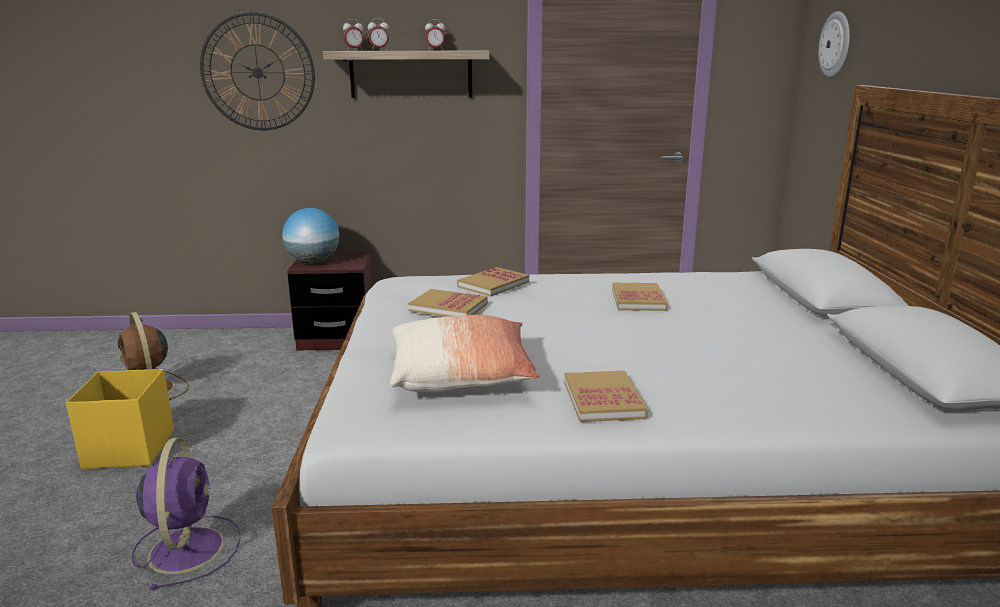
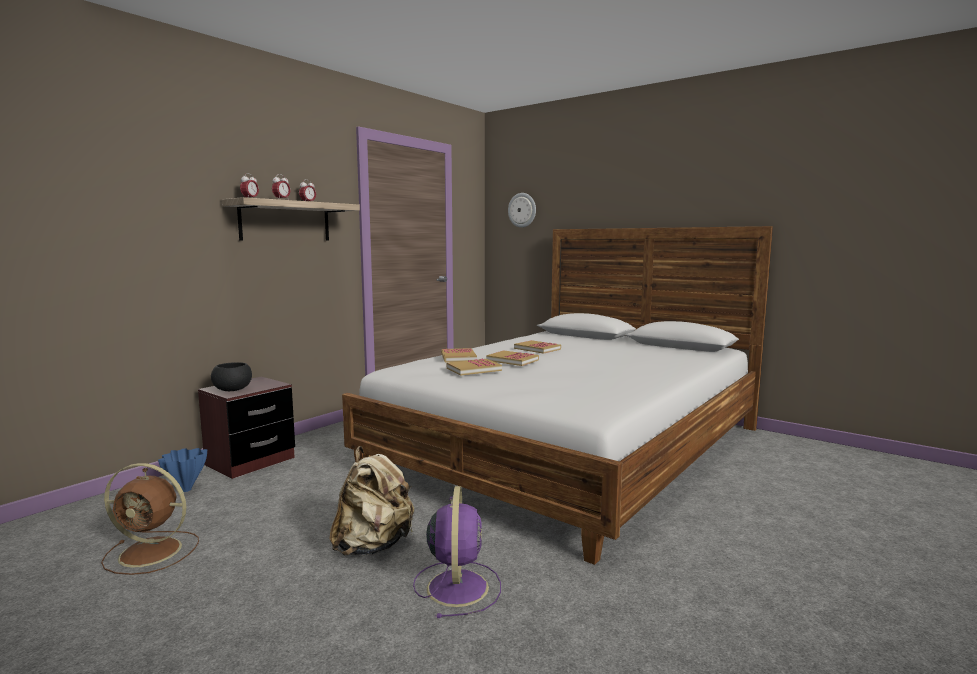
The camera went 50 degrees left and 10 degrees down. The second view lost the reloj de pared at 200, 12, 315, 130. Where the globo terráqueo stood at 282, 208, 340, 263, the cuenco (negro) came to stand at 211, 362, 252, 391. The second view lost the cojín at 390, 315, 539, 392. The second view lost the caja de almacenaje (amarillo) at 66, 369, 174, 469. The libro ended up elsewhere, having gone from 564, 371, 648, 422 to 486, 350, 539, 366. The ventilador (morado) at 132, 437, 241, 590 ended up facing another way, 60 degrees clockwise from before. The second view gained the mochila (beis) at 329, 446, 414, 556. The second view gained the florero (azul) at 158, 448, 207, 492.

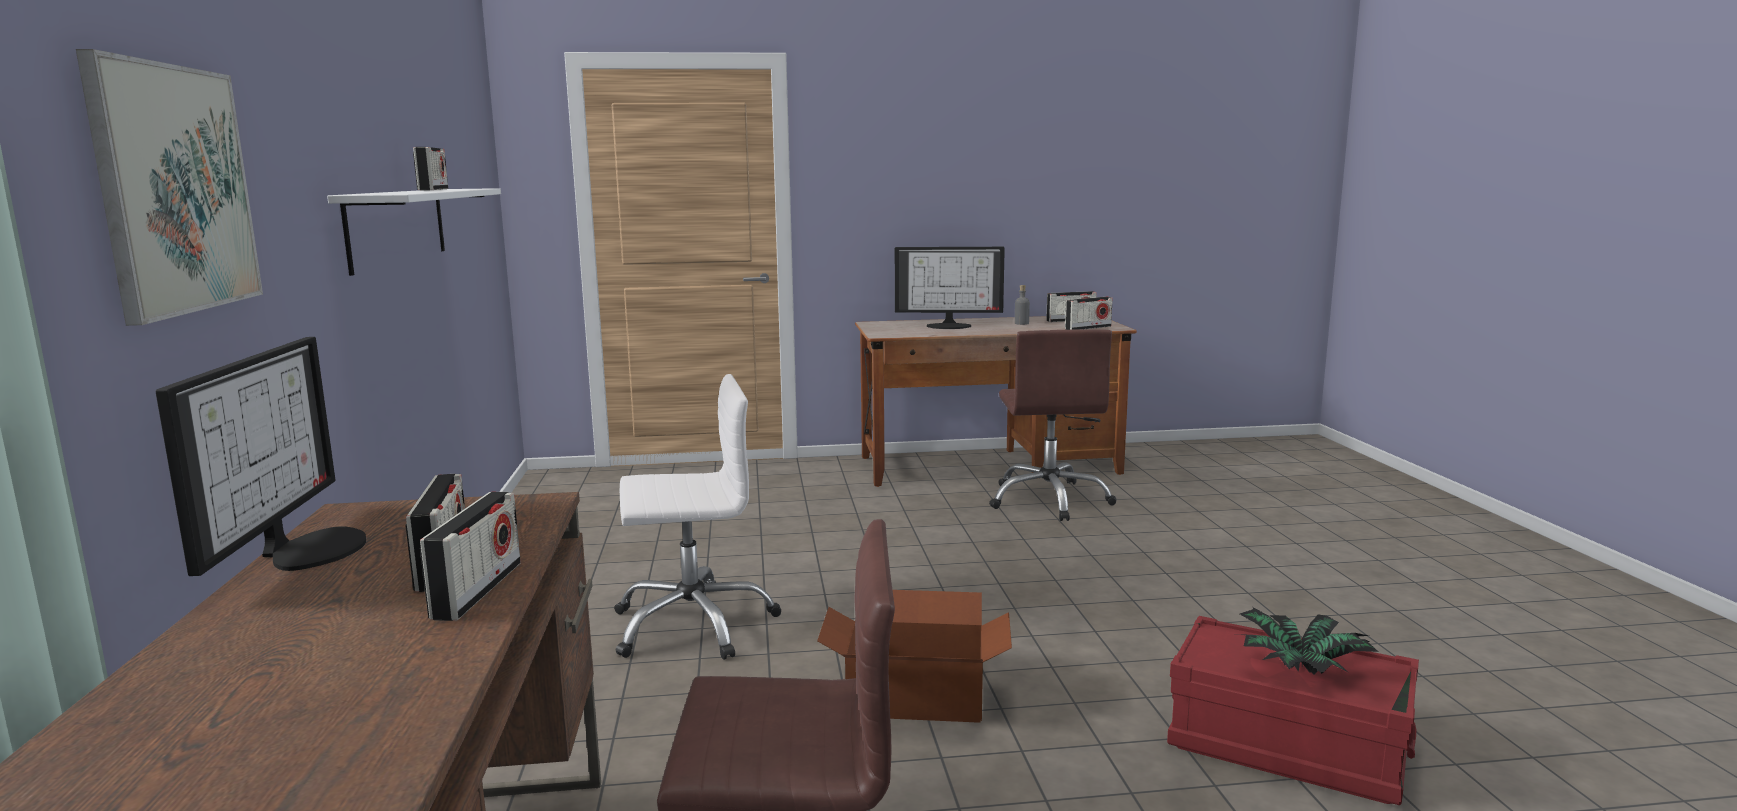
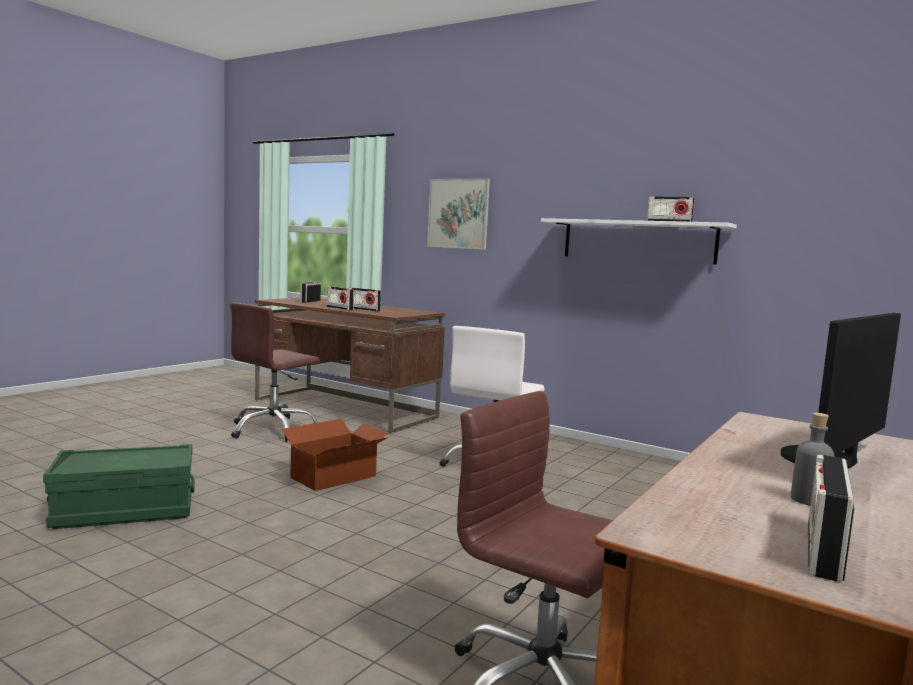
The camera went 130 degrees right and 5 degrees down. The radio ended up elsewhere, having gone from 1065, 297, 1113, 330 to 300, 282, 321, 303. The second view lost the monitor at 156, 337, 366, 576. The second view lost the planta en maceta at 1236, 607, 1378, 674. What was the caja de almacenaje (rojo) at 1167, 616, 1419, 805 turned into the caja de almacenaje (verde) at 43, 444, 195, 529.

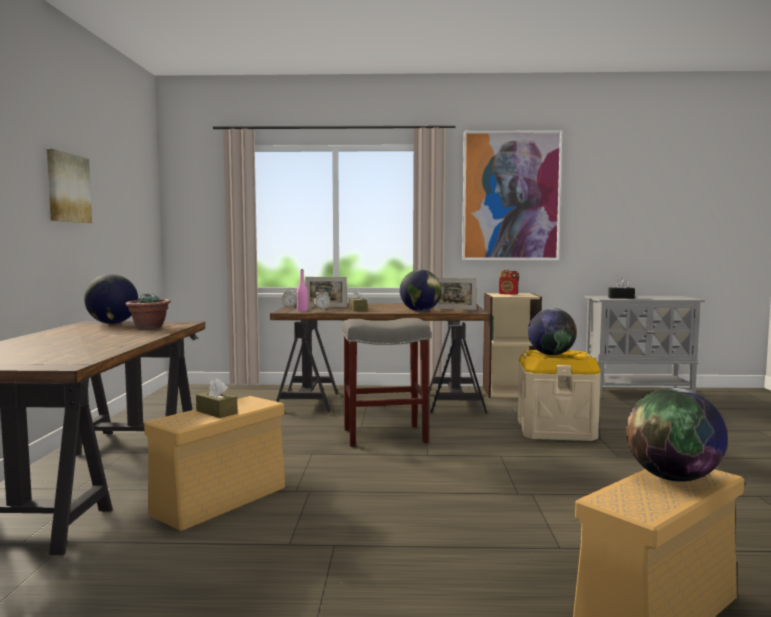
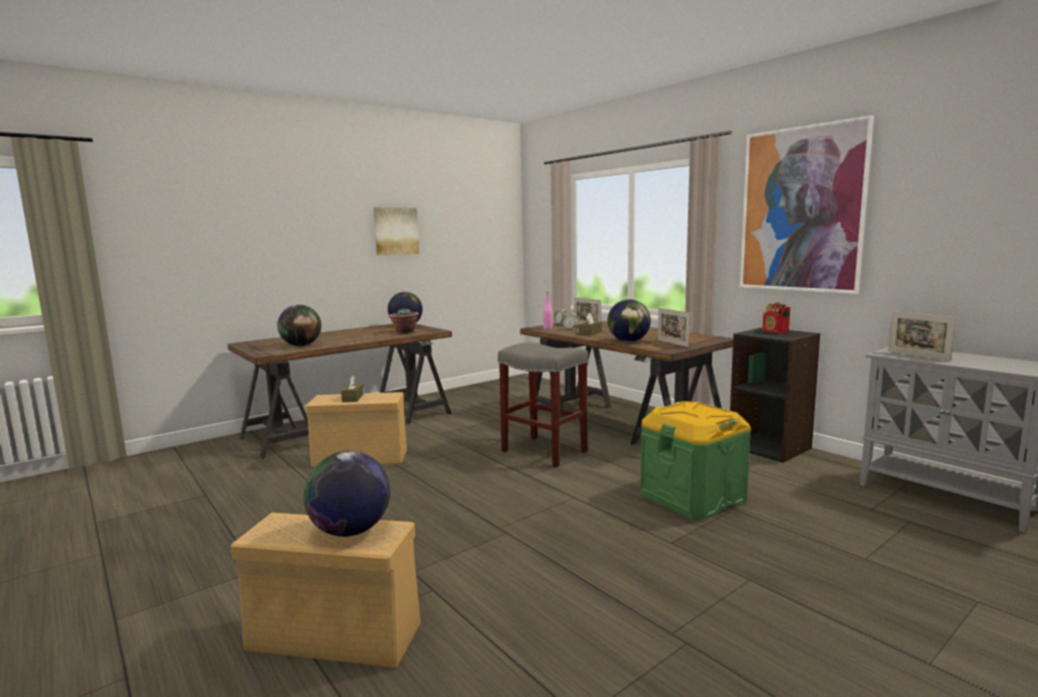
The camera went 50 degrees right and 5 degrees up. Where the caja de pañuelos (negro) stood at 608, 278, 635, 299, the portarretratos came to stand at 889, 311, 956, 361. What was the estantería (beis) at 483, 293, 542, 398 turned into the estantería (negro) at 730, 327, 820, 463. The globo terráqueo ended up elsewhere, having gone from 528, 308, 577, 355 to 277, 305, 321, 346. What was the caja de almacenaje (beis) at 518, 350, 601, 441 turned into the caja de almacenaje (verde) at 640, 401, 751, 520.

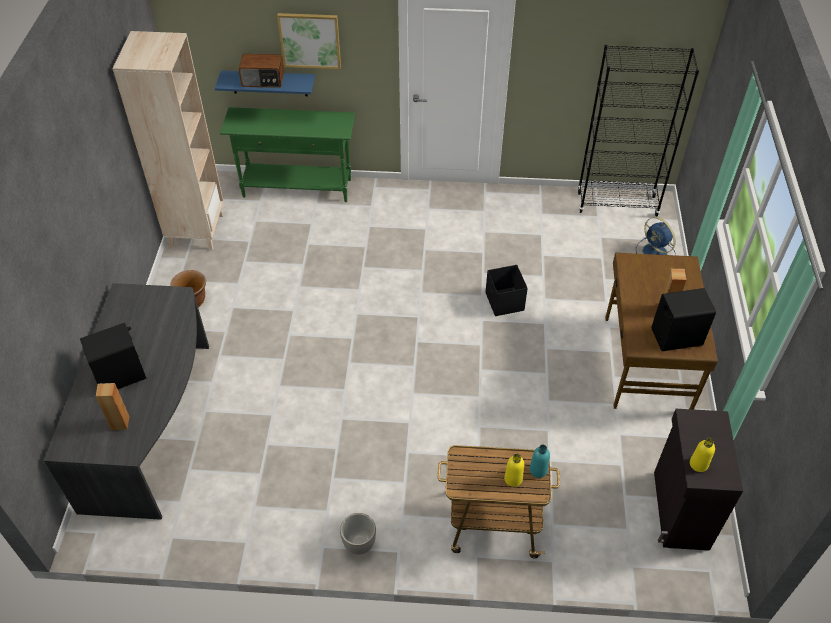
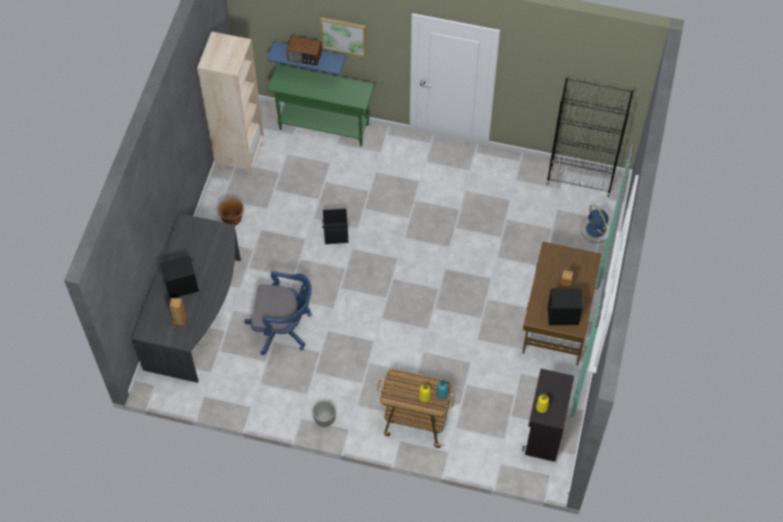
The camera went 10 degrees right and 10 degrees up. The caja de almacenaje (negro) ended up elsewhere, having gone from 486, 265, 528, 316 to 322, 209, 348, 244. The second view gained the silla de oficina (azul) at 244, 271, 312, 355.

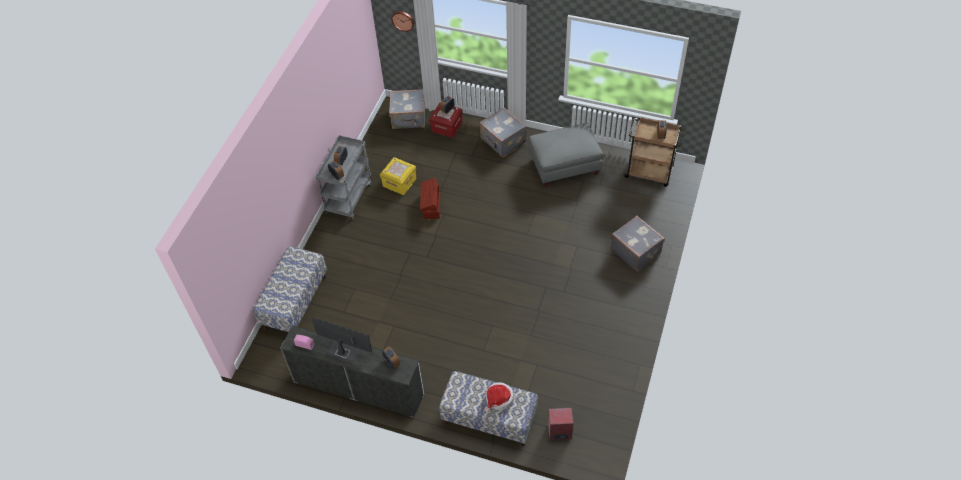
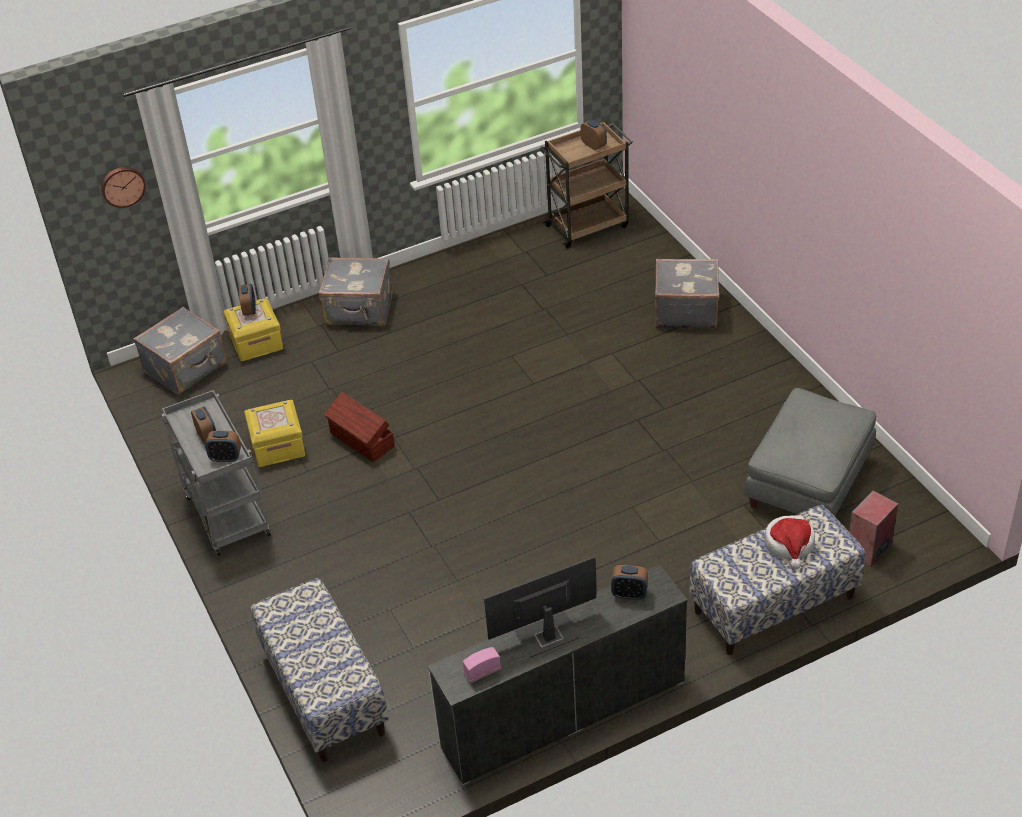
The camera went 45 degrees left and 10 degrees down. What was the caja de almacenaje (rojo) at 429, 103, 463, 138 turned into the caja de almacenaje (amarillo) at 223, 298, 283, 361. The puf (gris) ended up elsewhere, having gone from 529, 123, 603, 187 to 744, 388, 876, 516.

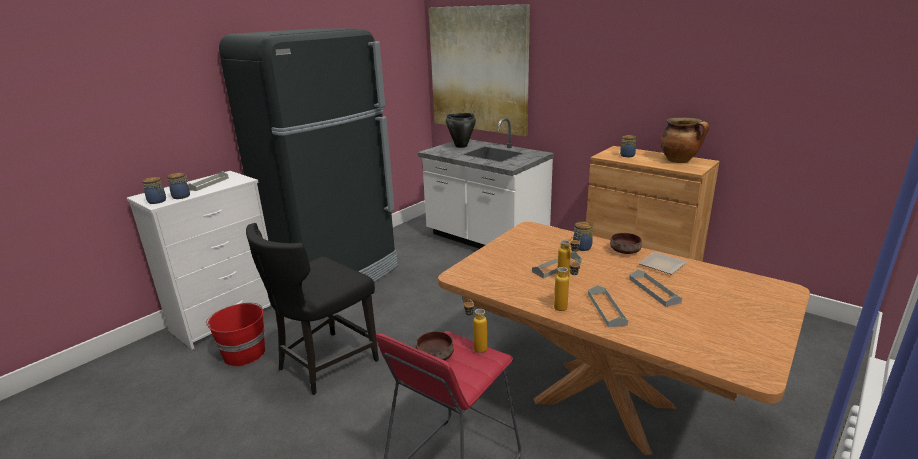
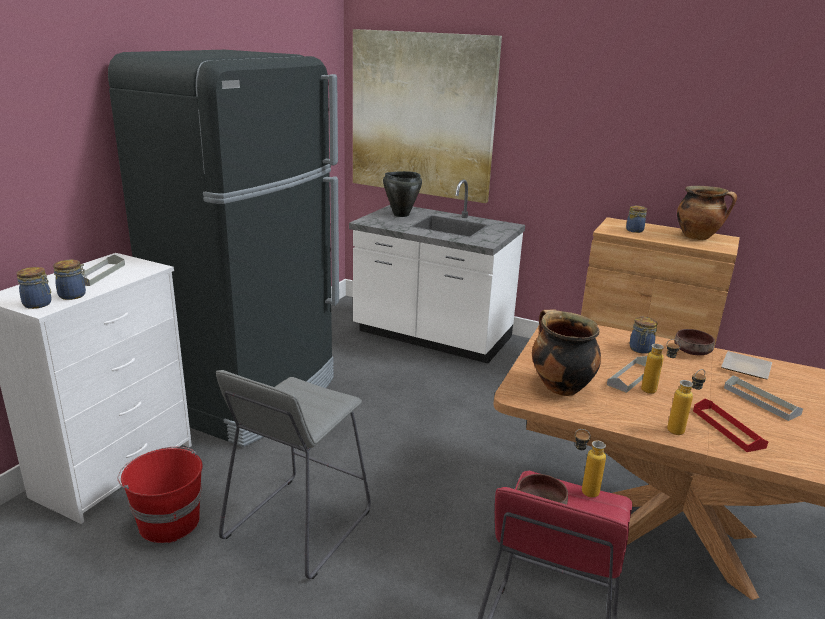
The camera went 15 degrees left and 0 degrees up. Where the silla (negro) stood at 246, 223, 379, 395, the taburete (gris) came to stand at 216, 370, 371, 579. What was the bandeja (gris) at 588, 285, 628, 327 turned into the bandeja (rojo) at 693, 399, 769, 452. The second view gained the olla at 532, 309, 601, 396.

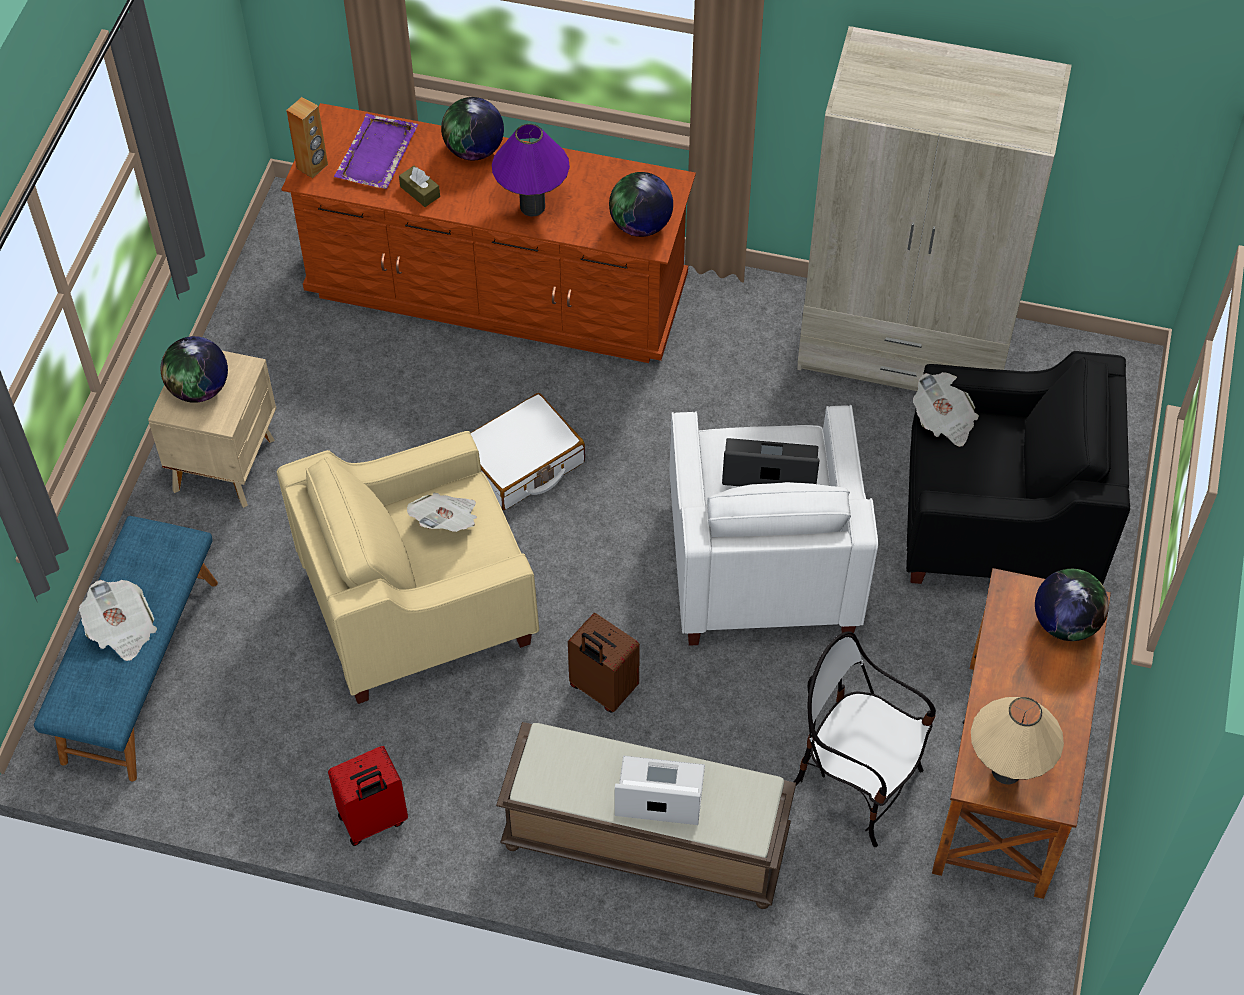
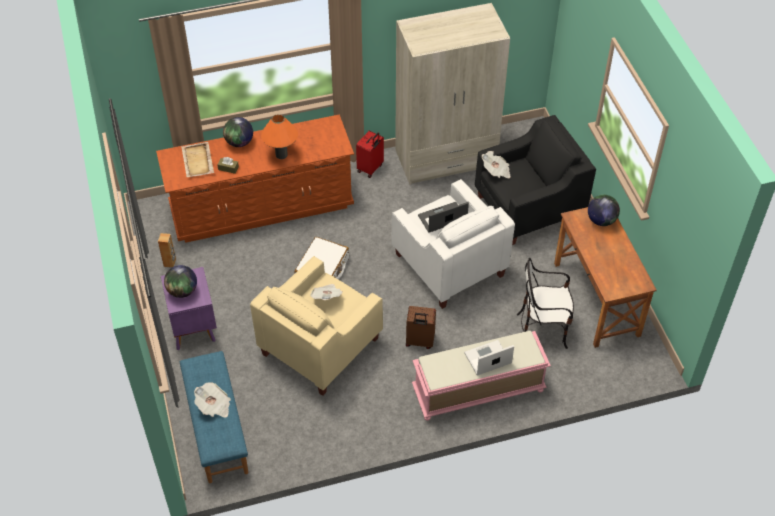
The camera went 30 degrees left and 5 degrees down. The altavoz (marrón) ended up elsewhere, having gone from 286, 97, 328, 178 to 158, 233, 176, 268. What was the bandeja (morado) at 334, 113, 418, 189 turned into the bandeja (beis) at 181, 142, 214, 177. What was the lámpara de mesa (morado) at 492, 124, 570, 216 turned into the lámpara de mesa (naranja) at 261, 114, 298, 159. The second view lost the globo terráqueo at 609, 172, 673, 237. What was the mesita de noche (beis) at 148, 351, 276, 508 turned into the mesita de noche (morado) at 161, 267, 217, 350. The second view lost the lámpara de mesa (beis) at 971, 697, 1064, 784. What was the banco (marrón) at 496, 722, 796, 909 turned into the banco (rosa) at 412, 331, 551, 421. The maleta (rojo) ended up elsewhere, having gone from 328, 746, 408, 846 to 356, 131, 384, 178.

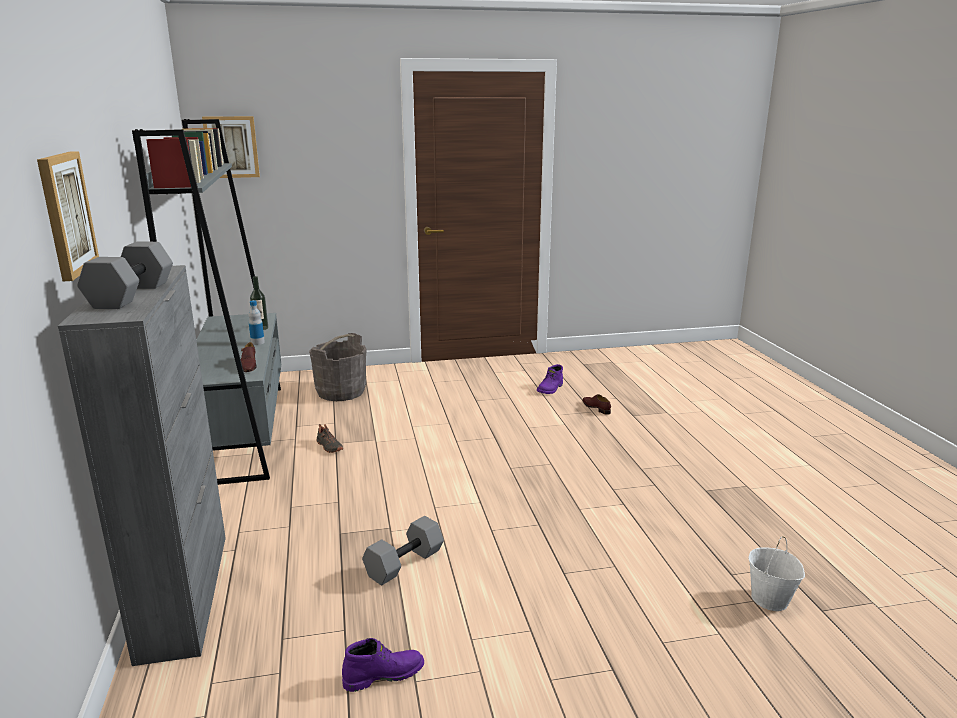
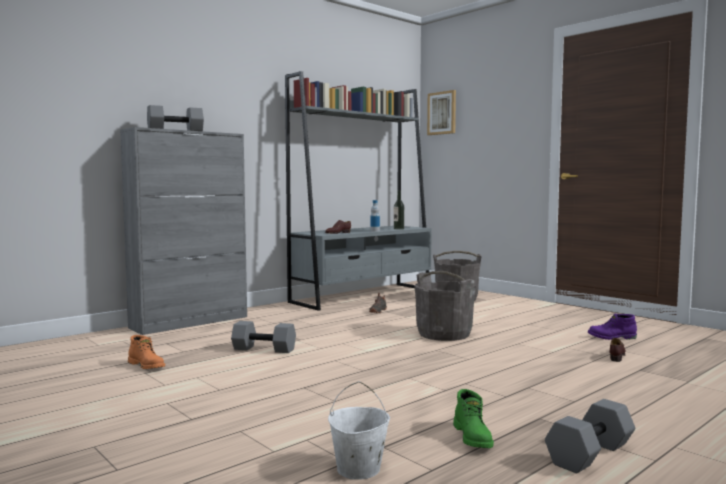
The camera went 60 degrees right and 15 degrees down. The second view lost the cuadro at 37, 151, 99, 281. What was the bota (morado) at 342, 638, 424, 692 turned into the bota (naranja) at 128, 335, 165, 369. The second view gained the cubo (gris) at 414, 271, 476, 341. The second view gained the bota (verde) at 453, 389, 494, 448. The second view gained the mancuerna (gris) at 545, 399, 635, 473.

